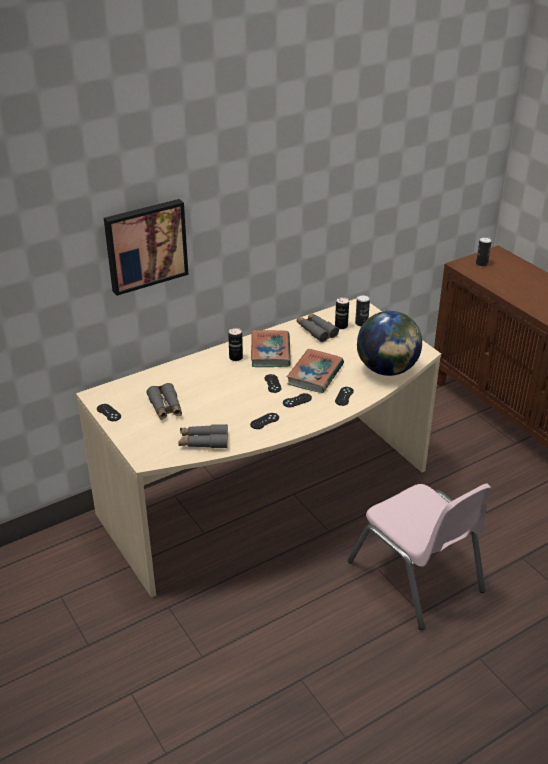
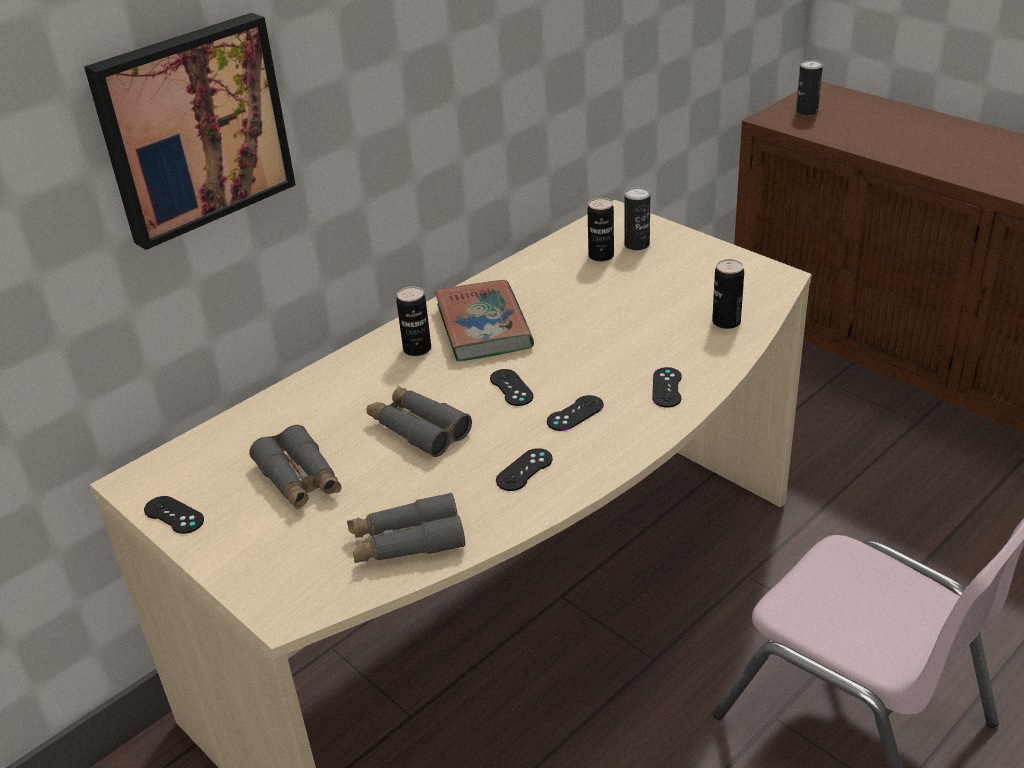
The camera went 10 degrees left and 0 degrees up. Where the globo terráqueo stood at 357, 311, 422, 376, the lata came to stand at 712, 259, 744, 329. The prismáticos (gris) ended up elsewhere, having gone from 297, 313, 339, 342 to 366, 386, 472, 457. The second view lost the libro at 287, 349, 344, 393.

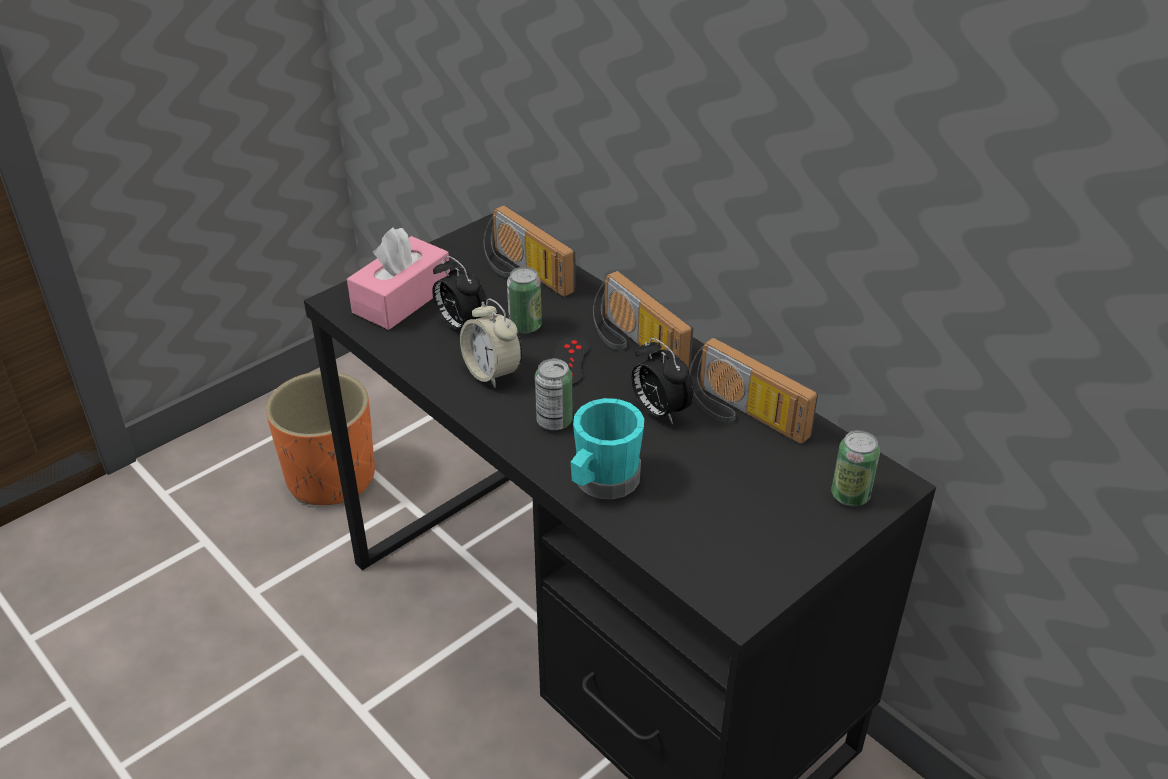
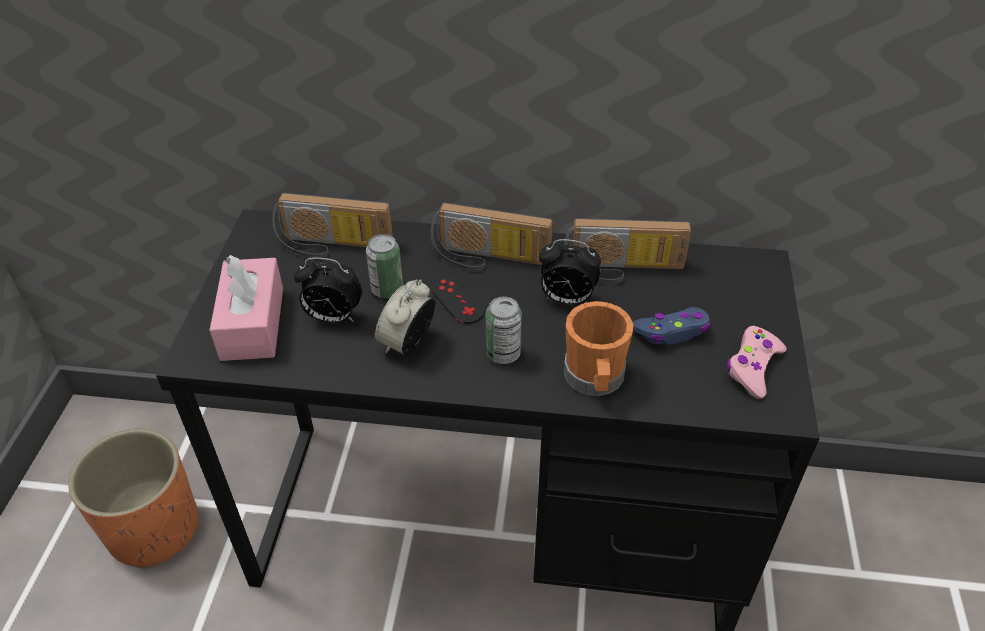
The camera went 40 degrees left and 5 degrees up. The despertador at 460, 298, 522, 388 ended up facing another way, 105 degrees clockwise from before. What was the taza grande (turquesa) at 571, 398, 644, 499 turned into the taza grande (naranja) at 564, 301, 633, 396. The second view lost the lata at 831, 430, 880, 506. The second view gained the mando de consola (azul) at 633, 307, 711, 345. The second view gained the mando de consola (rosa) at 727, 326, 787, 399.

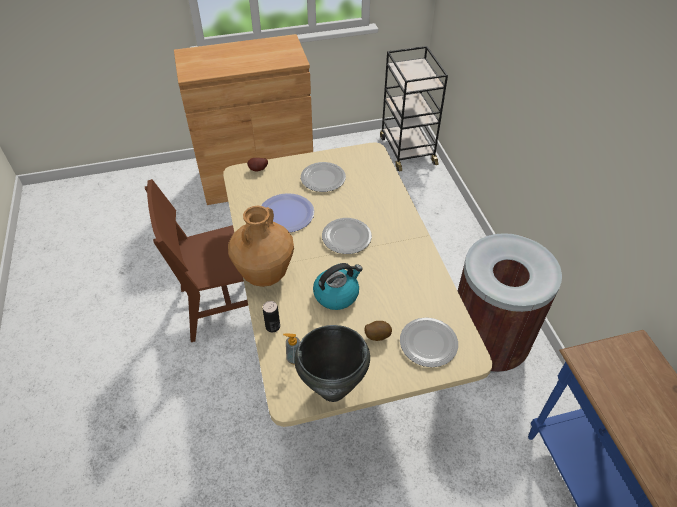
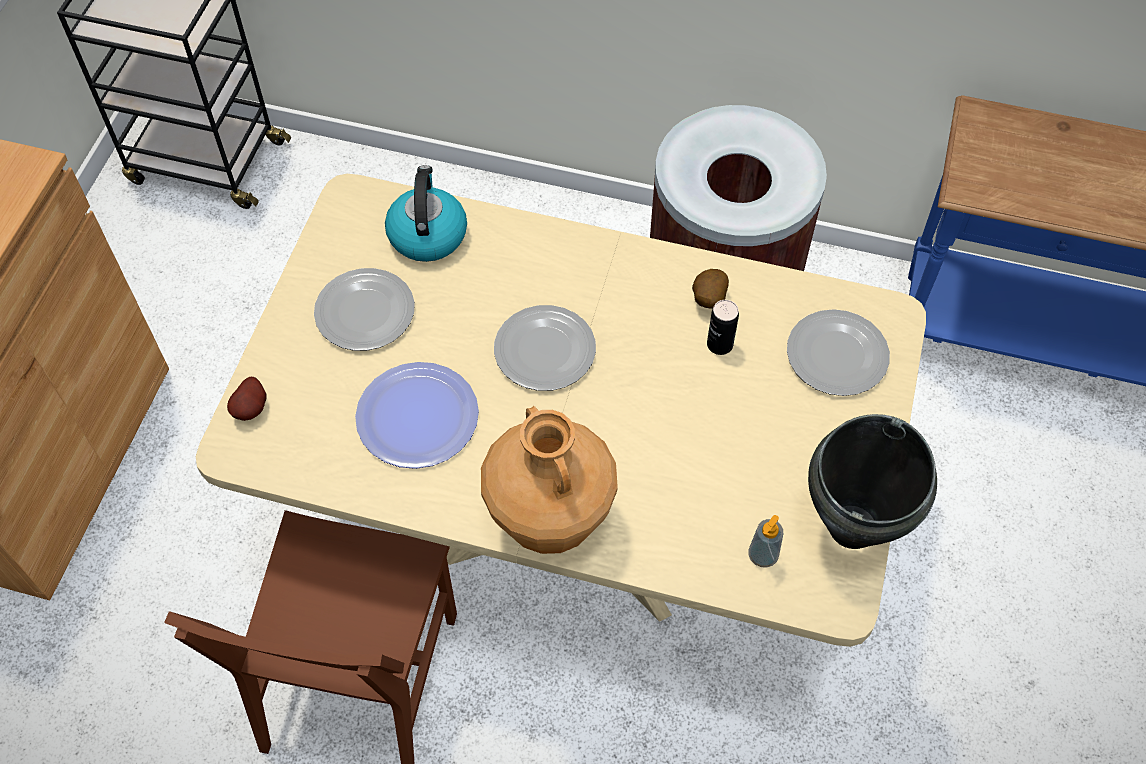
The camera went 60 degrees left and 10 degrees up. The hervidor ended up elsewhere, having gone from 313, 263, 363, 310 to 385, 165, 467, 262. The lata ended up elsewhere, having gone from 263, 301, 280, 332 to 707, 300, 739, 355. The patata ended up elsewhere, having gone from 364, 321, 392, 341 to 692, 269, 729, 309.

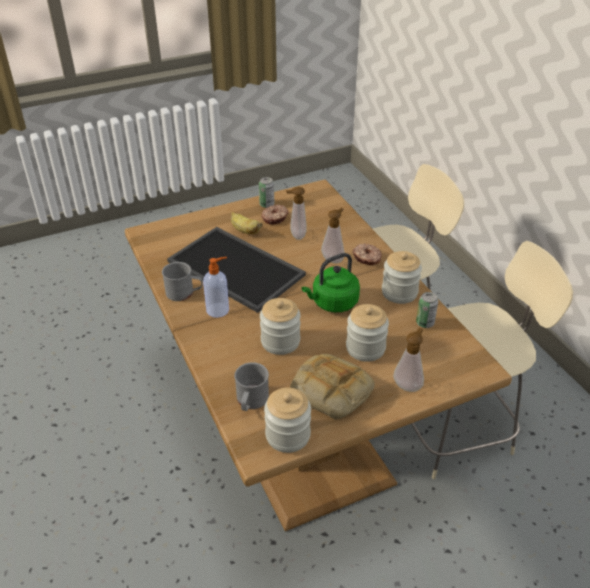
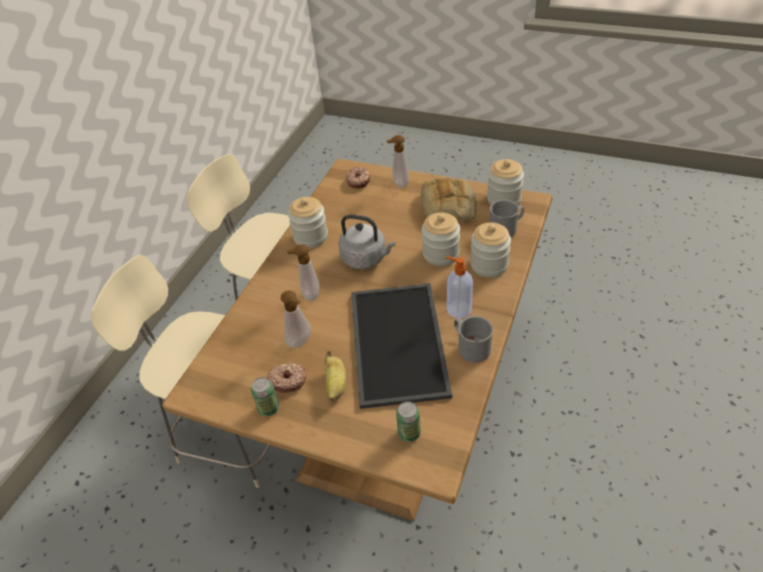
The camera went 130 degrees left and 5 degrees up. The rosquilla ended up elsewhere, having gone from 353, 244, 382, 265 to 346, 166, 370, 188. What was the hervidor (verde) at 302, 253, 360, 312 turned into the hervidor (gris) at 338, 214, 396, 269. The lata ended up elsewhere, having gone from 416, 292, 438, 328 to 396, 401, 421, 442. The tarro ended up elsewhere, having gone from 346, 304, 389, 362 to 470, 223, 511, 277.

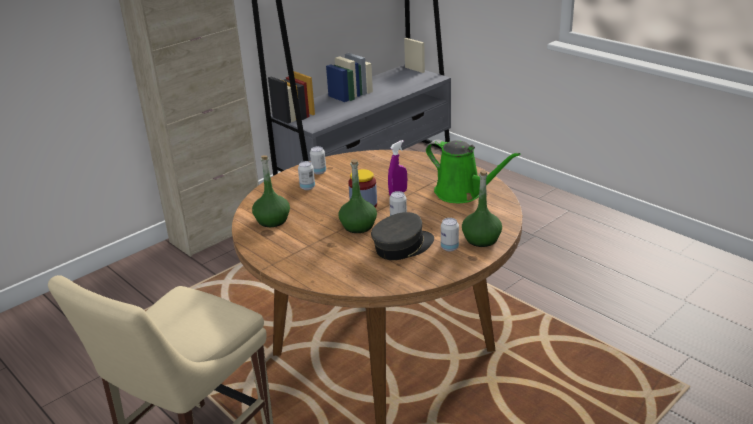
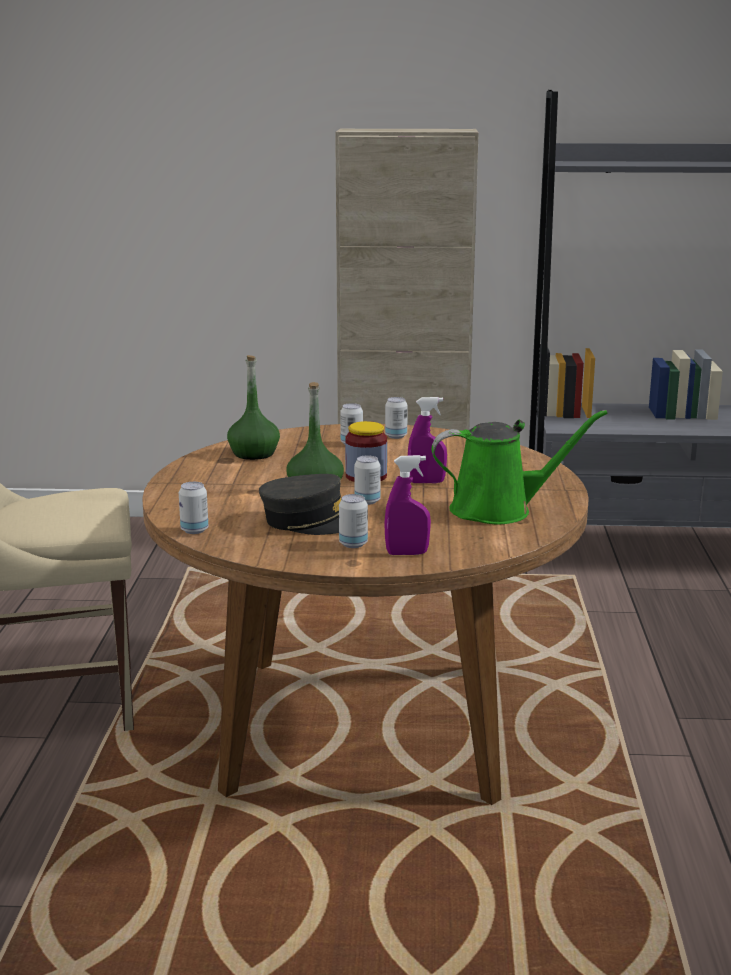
The camera went 45 degrees right and 10 degrees down. The regadera (verde) at 426, 139, 520, 203 ended up facing another way, 90 degrees counterclockwise from before. Where the botella (verde) stood at 462, 170, 502, 247, the pulverizador (morado) came to stand at 384, 455, 431, 555. The second view gained the lata at 179, 482, 208, 534.

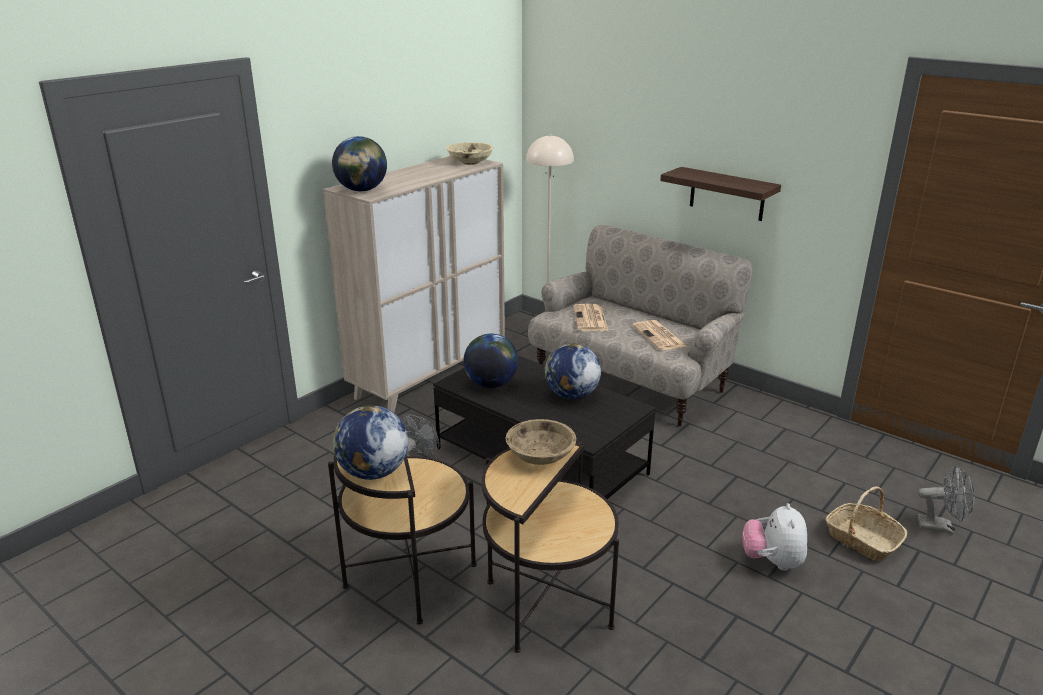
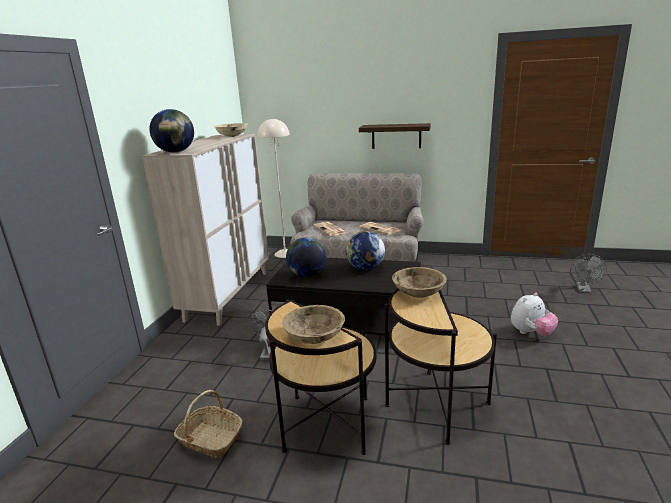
The camera went 25 degrees left and 5 degrees down. Where the globo terráqueo stood at 332, 405, 408, 480, the cuenco (beis) came to stand at 282, 305, 345, 344. The ventilador (gris) at 917, 466, 975, 534 ended up facing another way, 120 degrees clockwise from before. The cesta ended up elsewhere, having gone from 826, 487, 907, 561 to 174, 390, 243, 458. The peluche at 742, 503, 807, 571 ended up facing another way, 105 degrees counterclockwise from before.

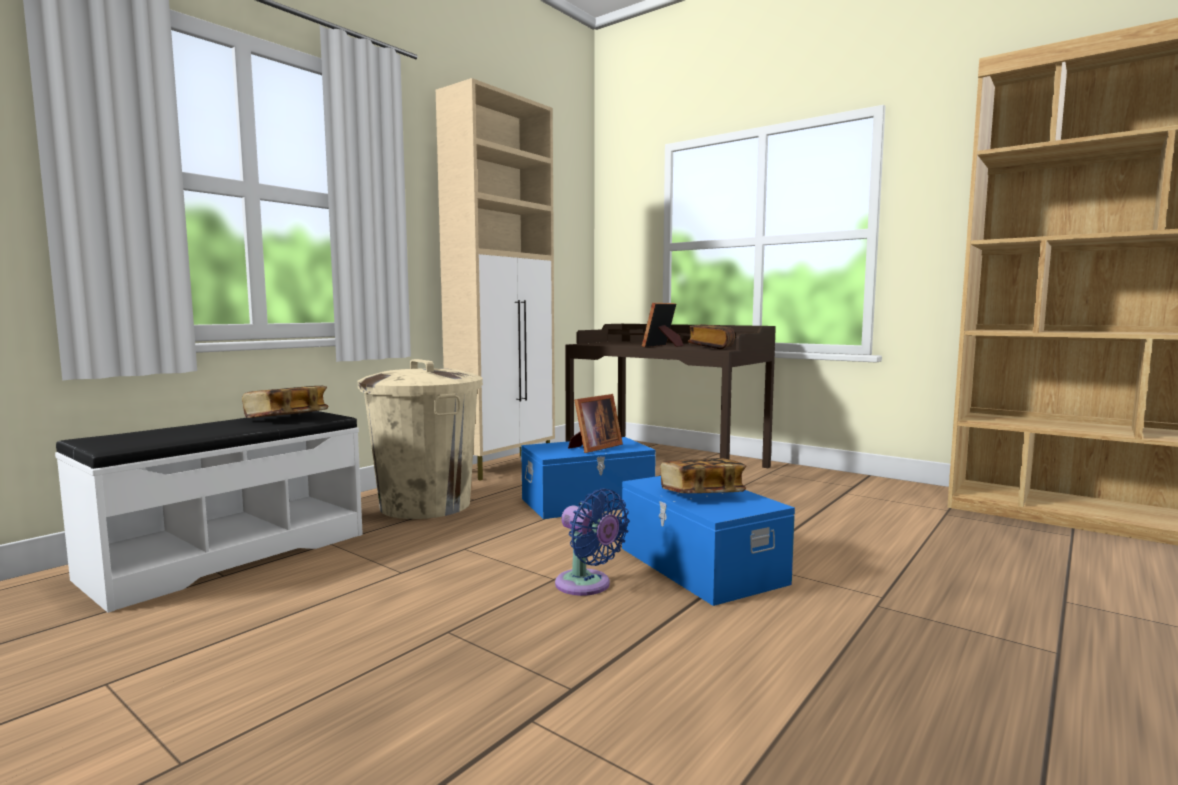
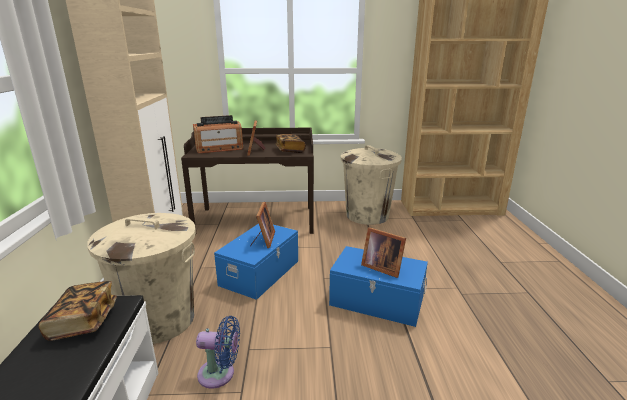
The camera went 40 degrees left and 15 degrees up. Where the libro stood at 660, 458, 746, 493, the portarretratos came to stand at 361, 227, 406, 278. The ventilador (azul) ended up elsewhere, having gone from 555, 488, 630, 596 to 196, 316, 240, 389. The second view gained the radio at 193, 115, 243, 153. The second view gained the papelera (beis) at 341, 145, 402, 225.

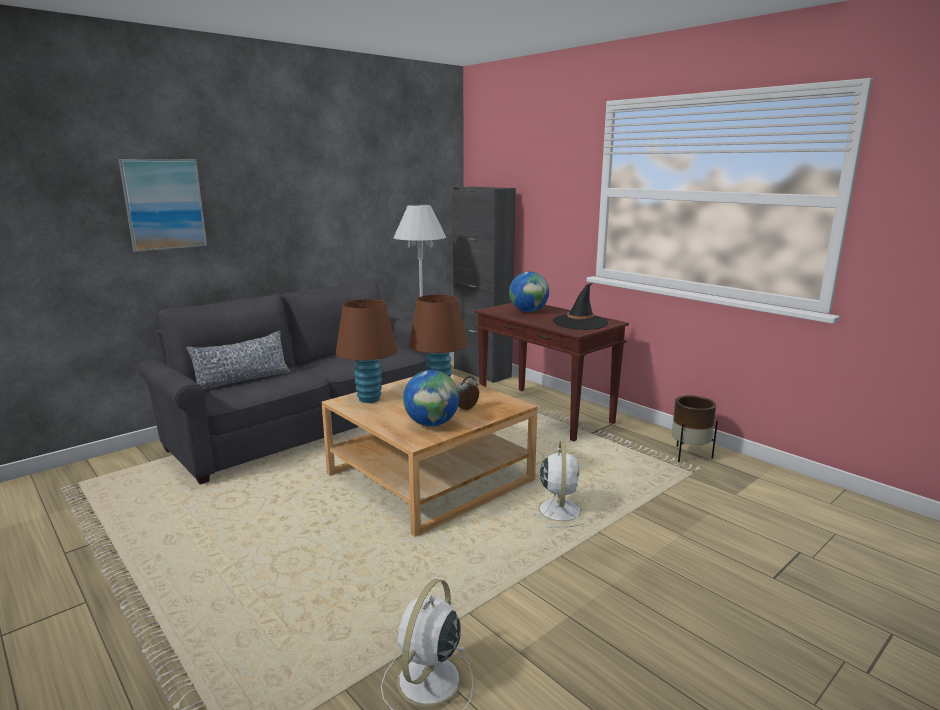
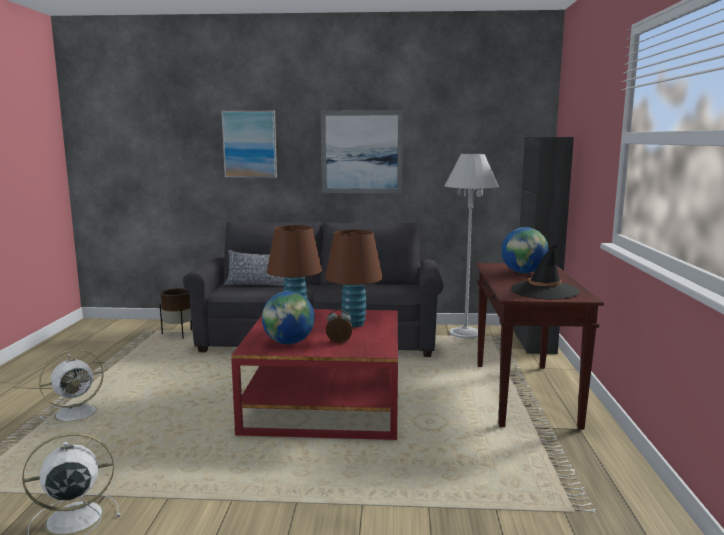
The camera went 45 degrees right and 5 degrees down. What was the mesa de centro (beis) at 322, 374, 538, 537 turned into the mesa de centro (rojo) at 231, 309, 398, 440. The maceta (marrón) ended up elsewhere, having gone from 672, 395, 718, 462 to 160, 288, 192, 339. The ventilador (blanco) ended up elsewhere, having gone from 529, 441, 590, 528 to 39, 349, 107, 426. The second view gained the cuadro at 321, 110, 403, 193.

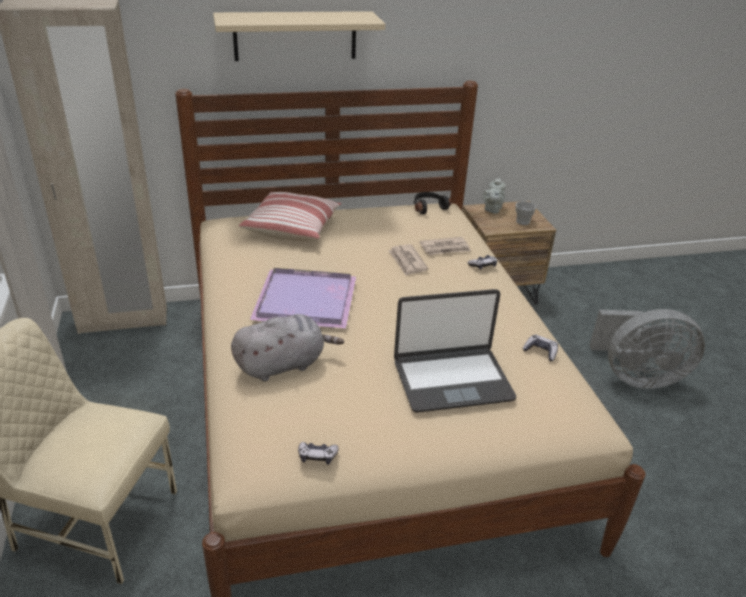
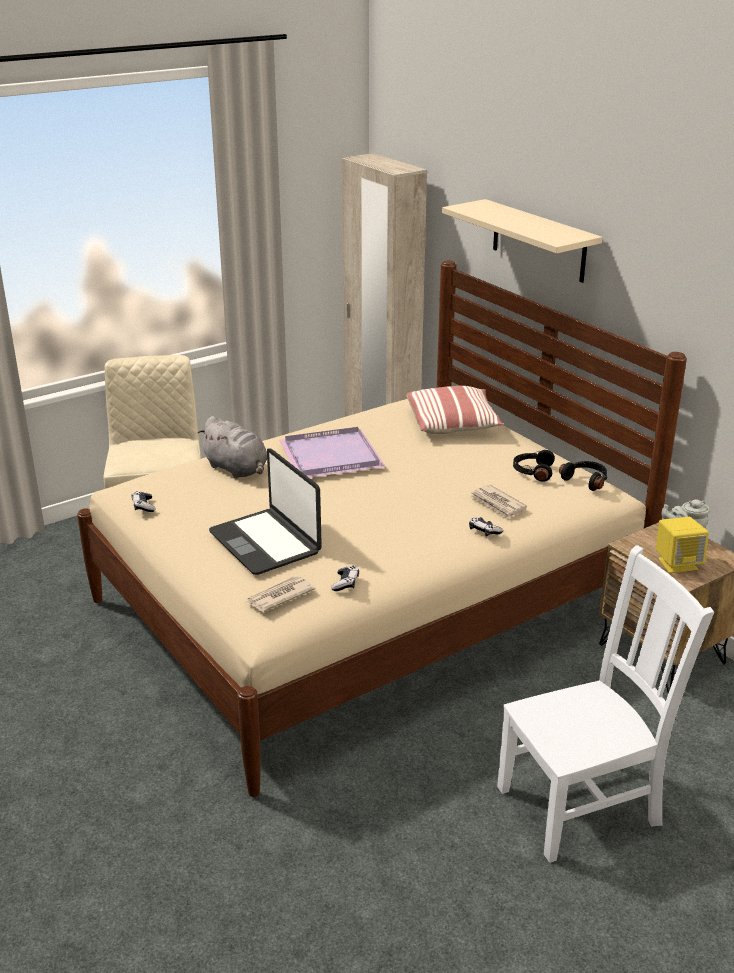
The camera went 70 degrees right and 5 degrees down. Where the taza stood at 515, 201, 536, 225, the altavoz (amarillo) came to stand at 656, 517, 709, 573. The periódico ended up elsewhere, having gone from 388, 244, 428, 276 to 246, 576, 315, 612. Where the ventilador (gris) stood at 590, 309, 705, 389, the silla (blanco) came to stand at 497, 545, 714, 863. The second view gained the auriculares (negro) at 513, 450, 555, 482.

